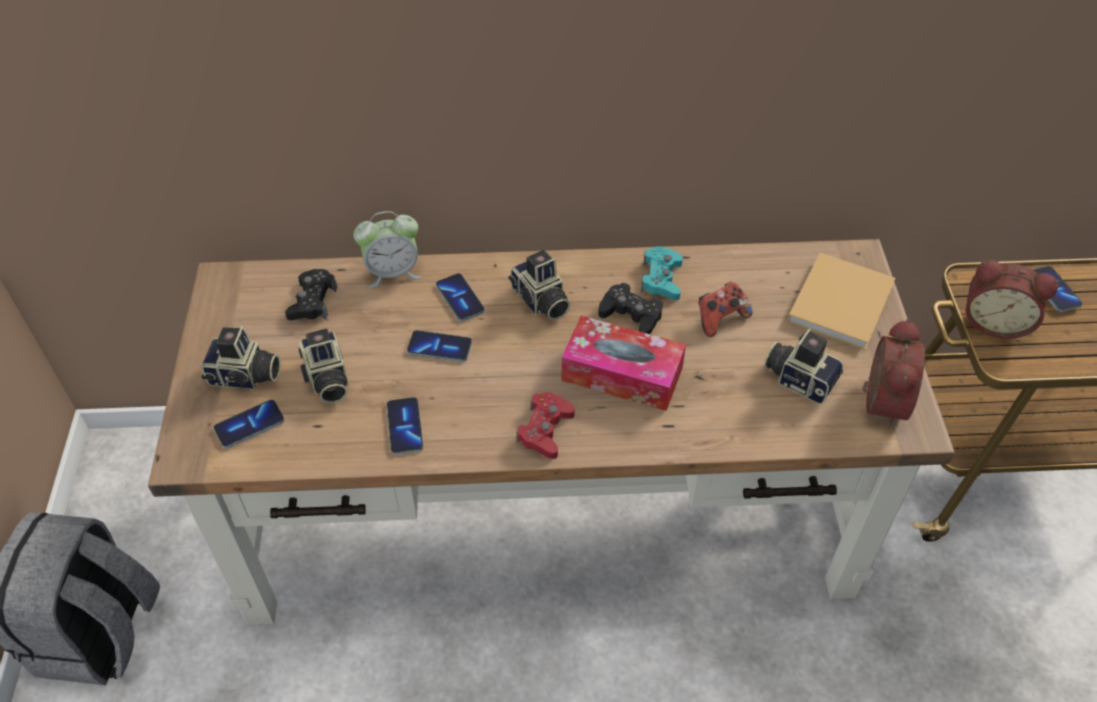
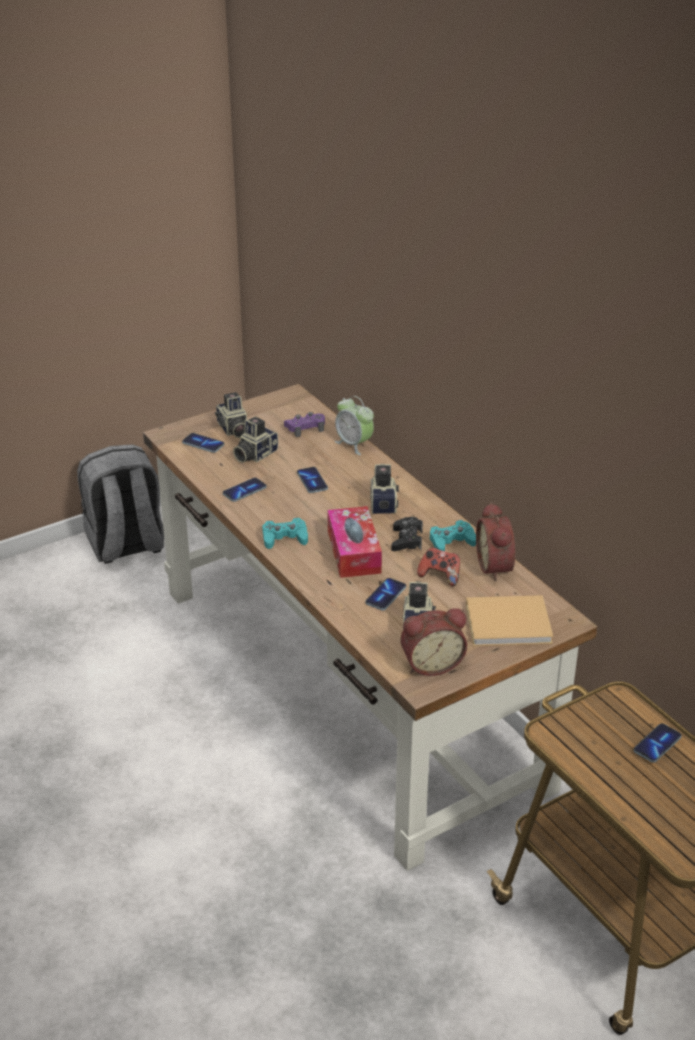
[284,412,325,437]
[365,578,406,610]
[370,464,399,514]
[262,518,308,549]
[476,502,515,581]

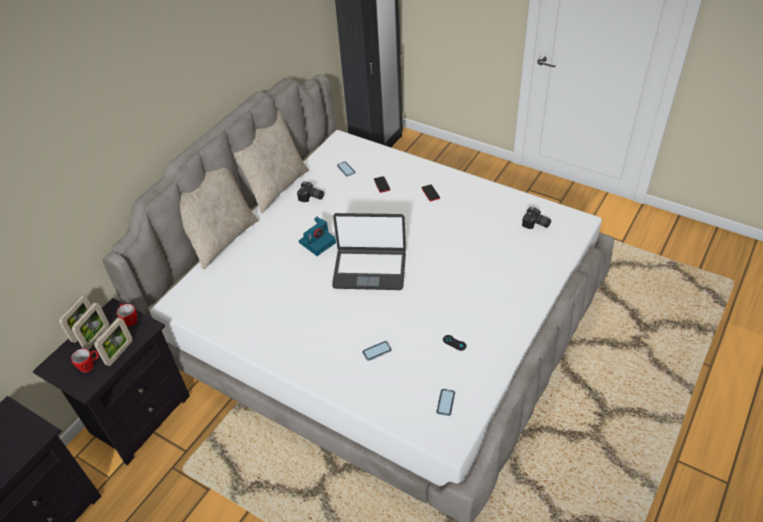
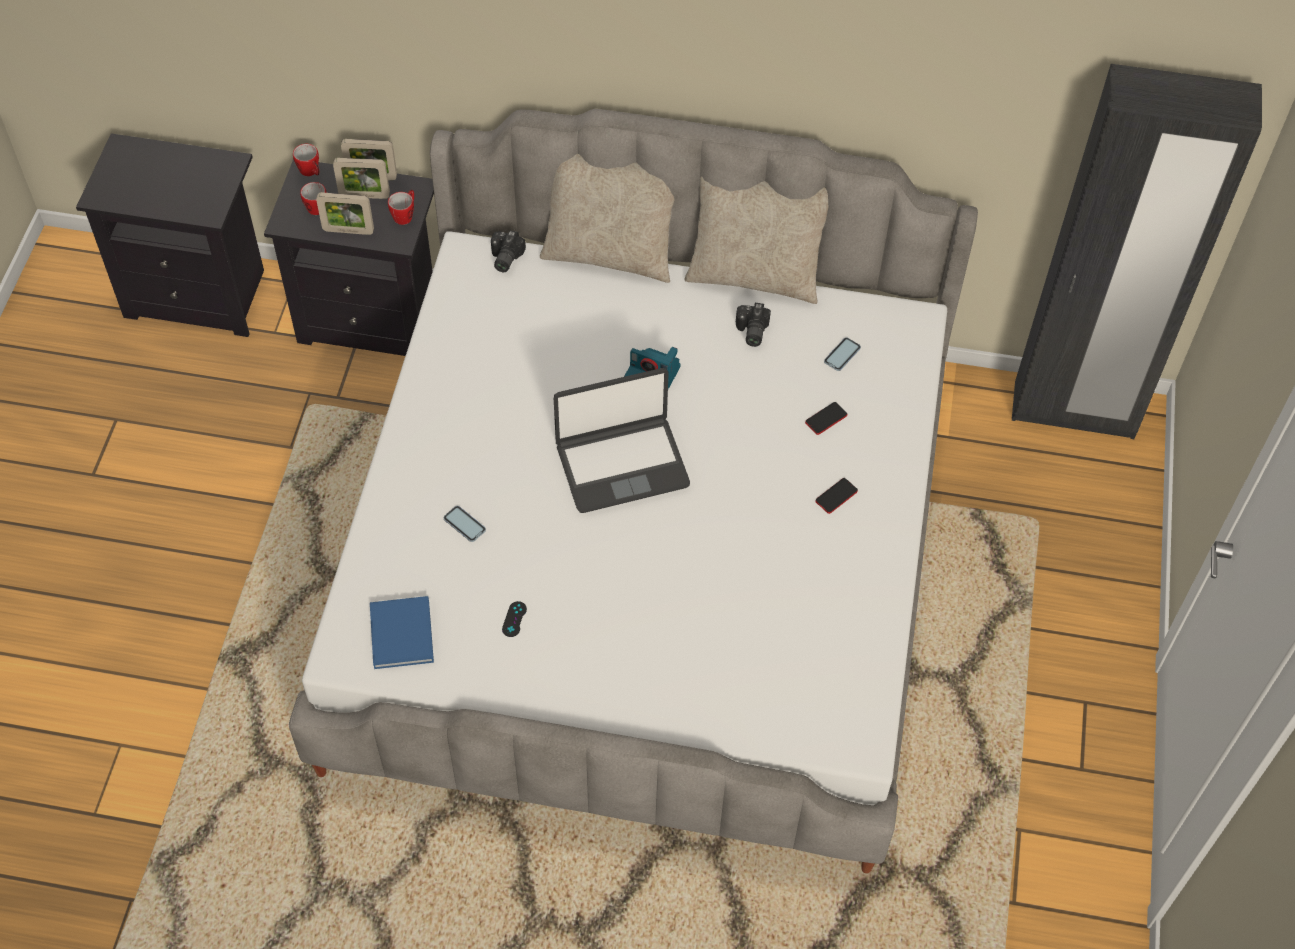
[554,368,690,513]
[370,596,434,669]
[491,230,526,272]
[293,144,320,176]

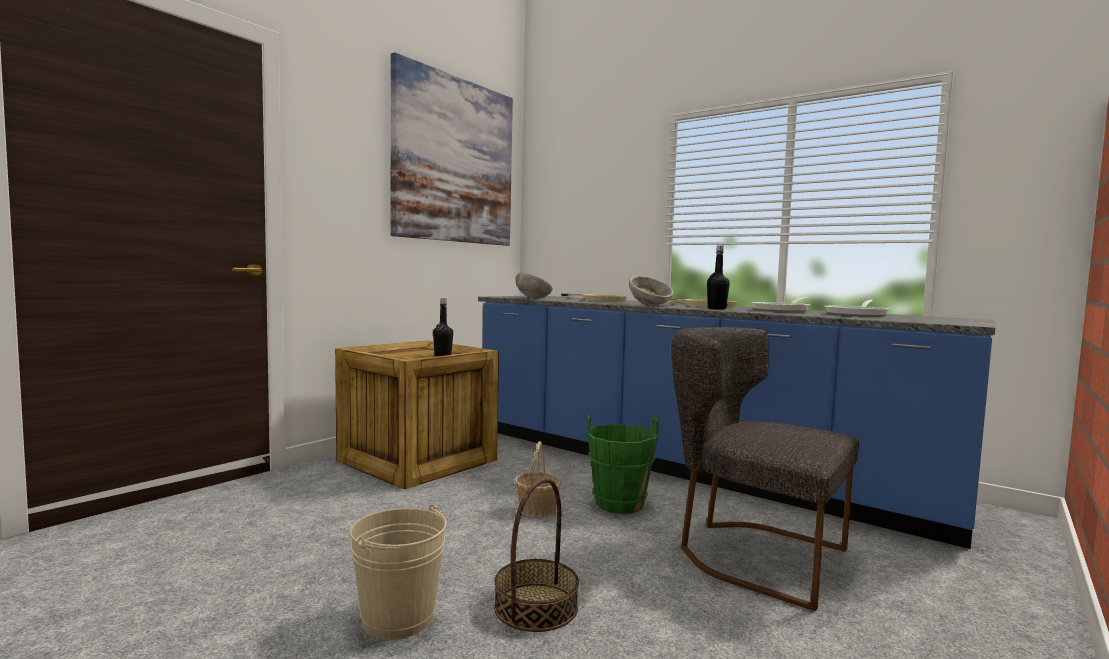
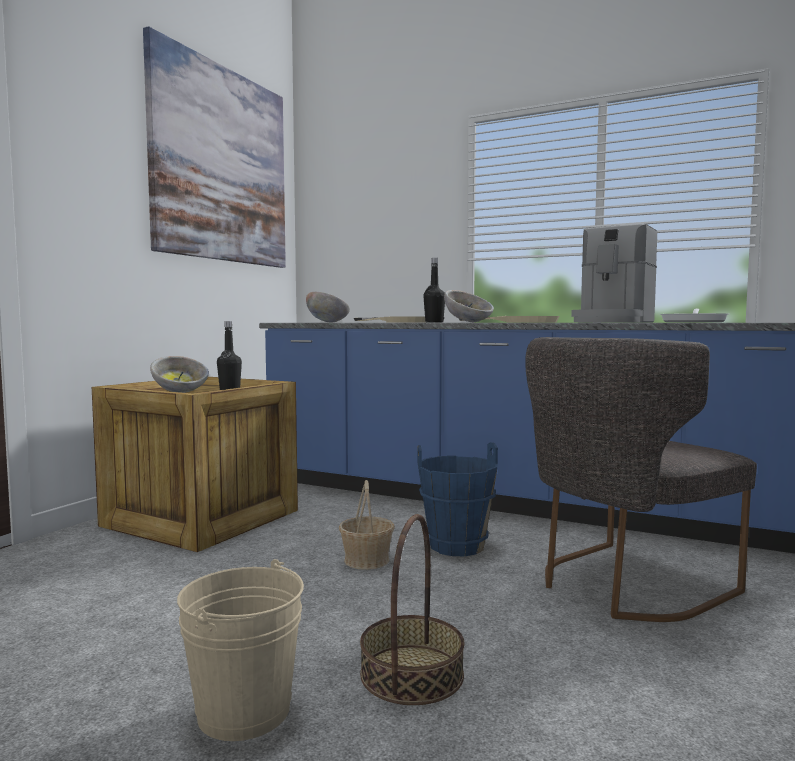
[418,442,498,556]
[525,337,757,622]
[423,258,445,322]
[571,223,657,322]
[150,356,209,393]

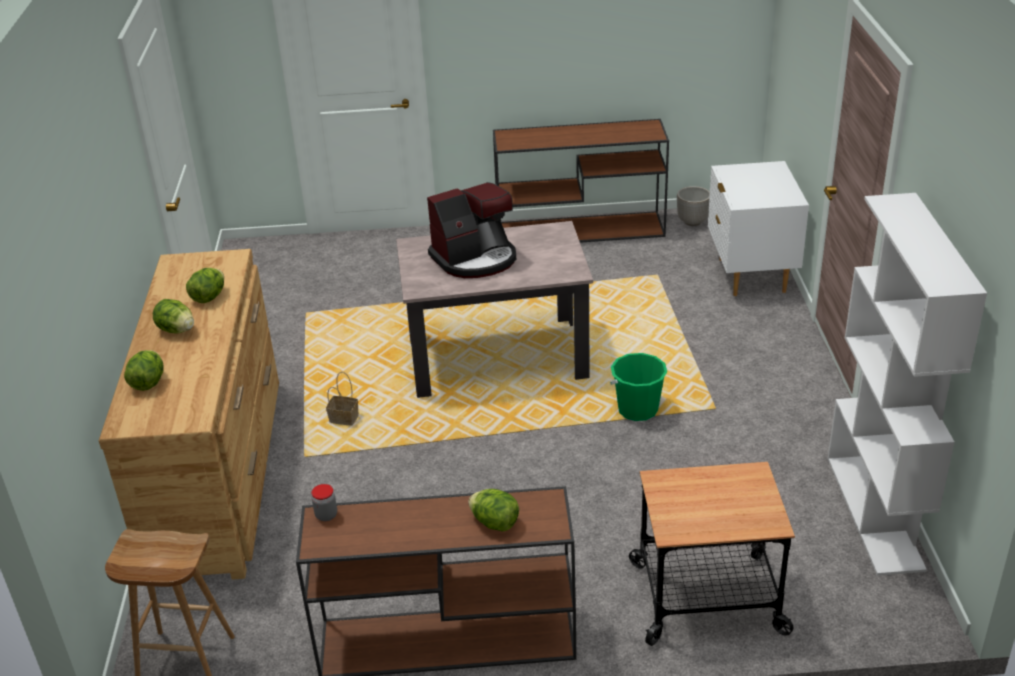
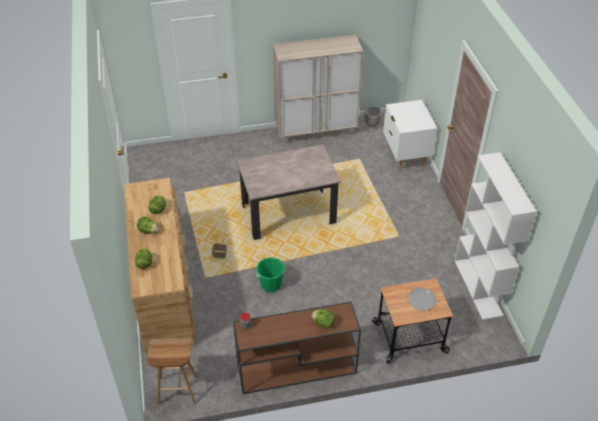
[427,182,516,278] (first image)
[273,35,364,144]
[256,257,285,292]
[408,288,437,310]

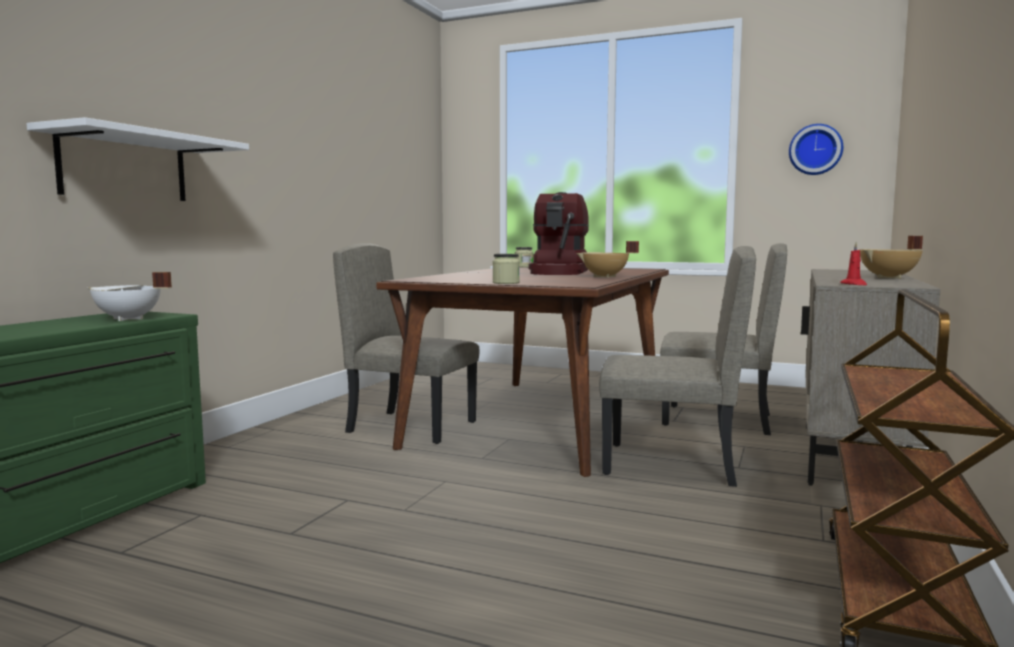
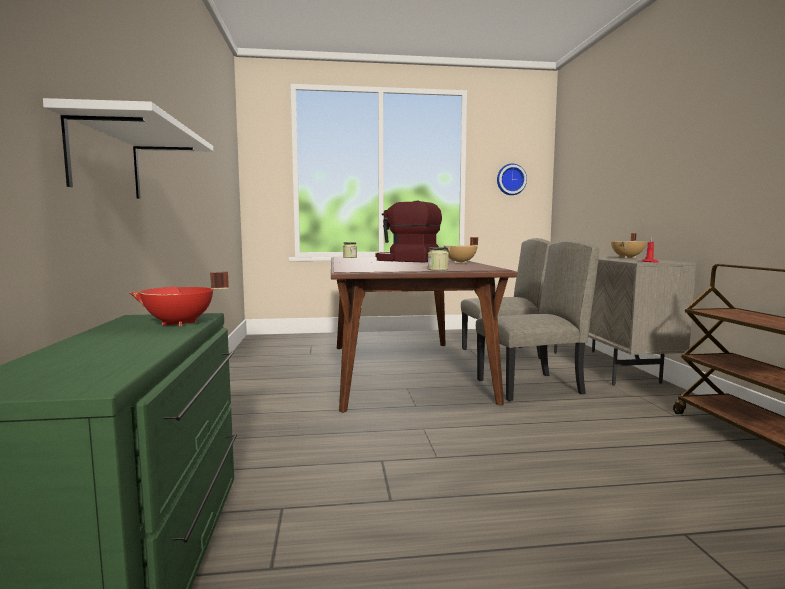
[129,271,229,327]
[333,243,479,444] (first image)
[376,201,442,263]

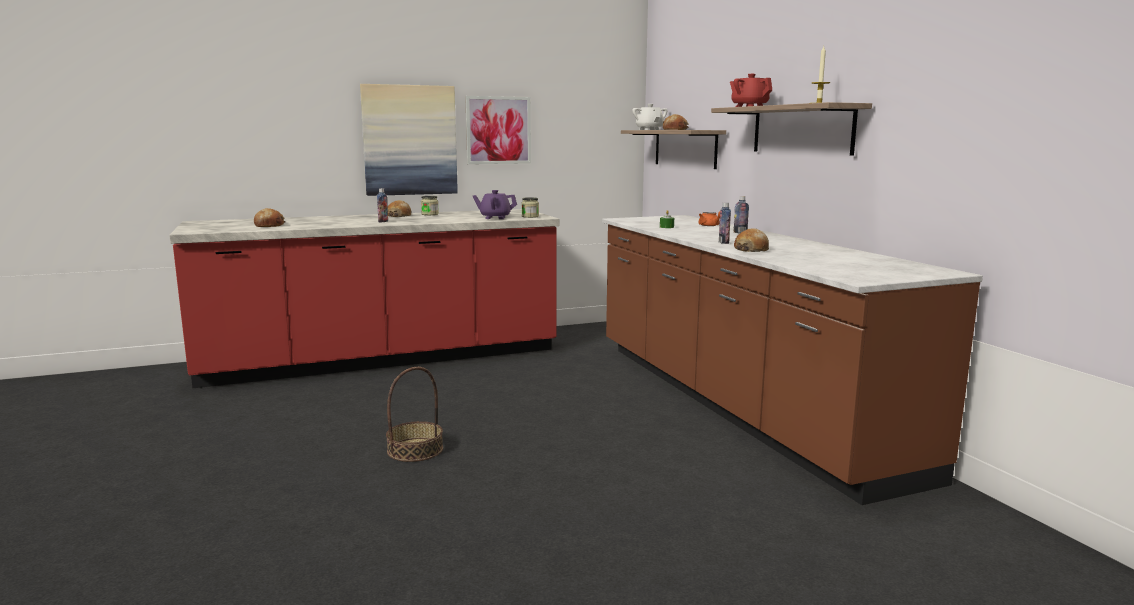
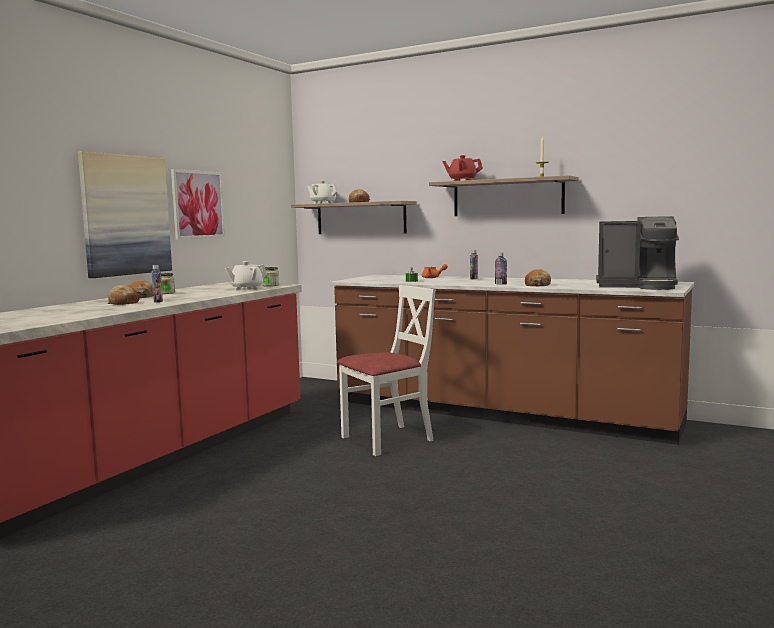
[108,285,140,305]
[386,367,443,462] (first image)
[225,261,267,291]
[337,285,436,456]
[596,216,679,290]

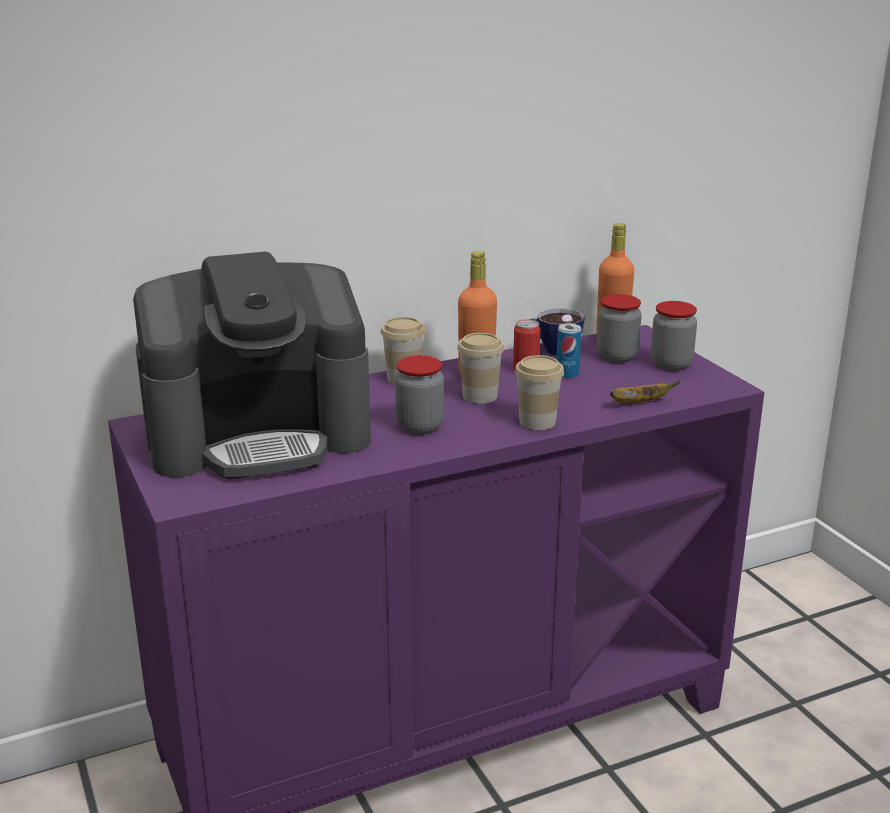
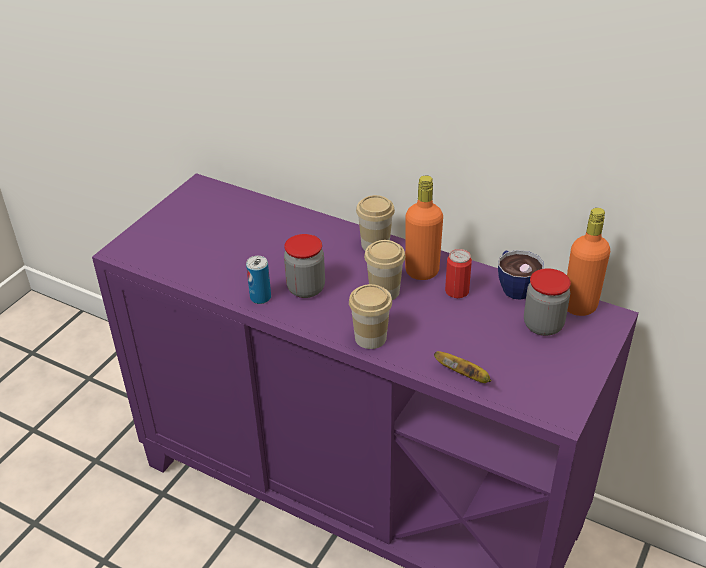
[133,251,371,479] (first image)
[246,256,271,304]
[651,301,697,371] (first image)

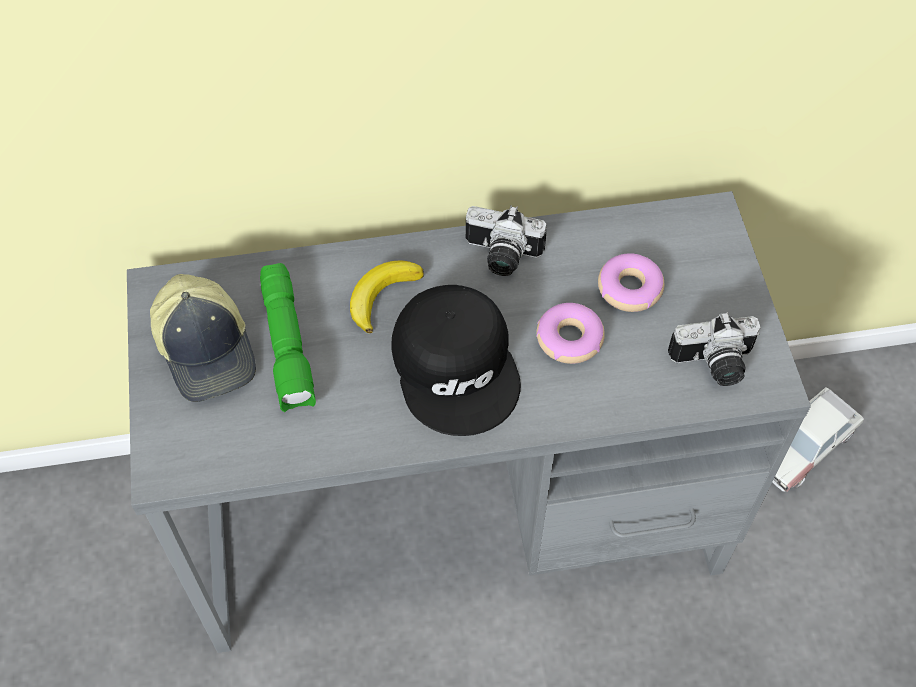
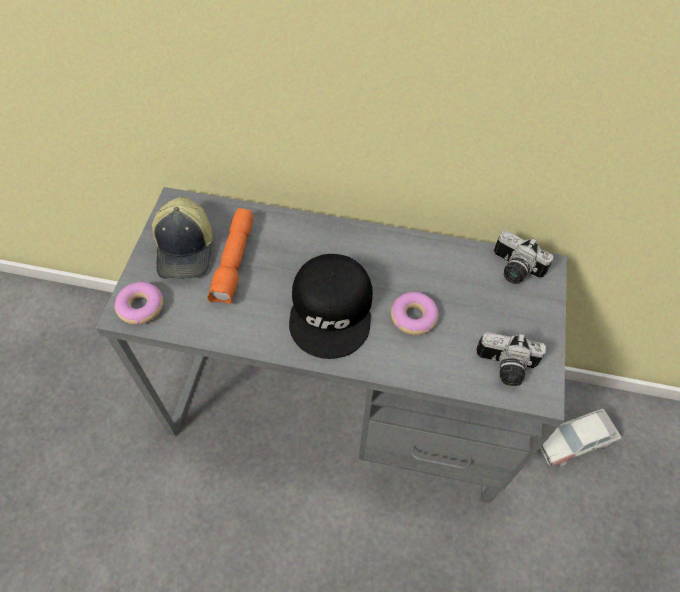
[208,208,253,305]
[350,260,424,333] (first image)
[494,231,554,284]
[114,282,163,325]

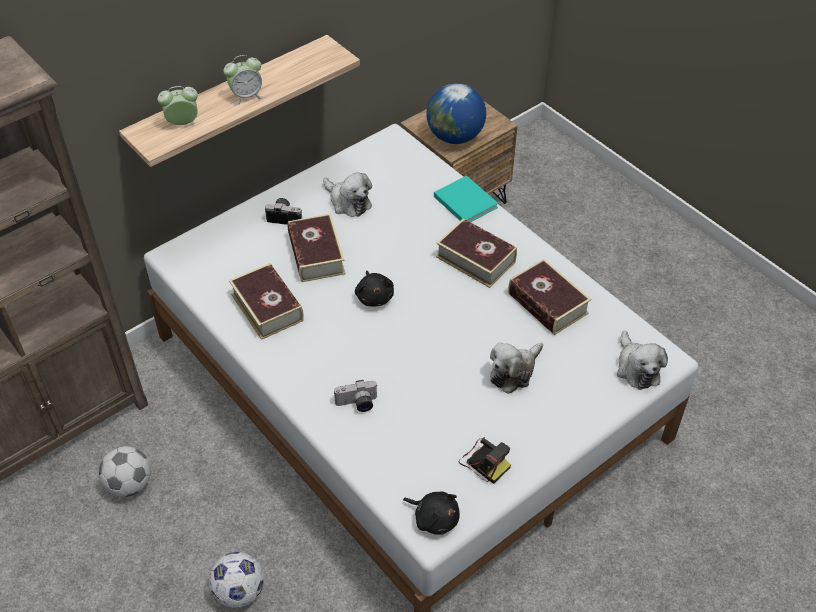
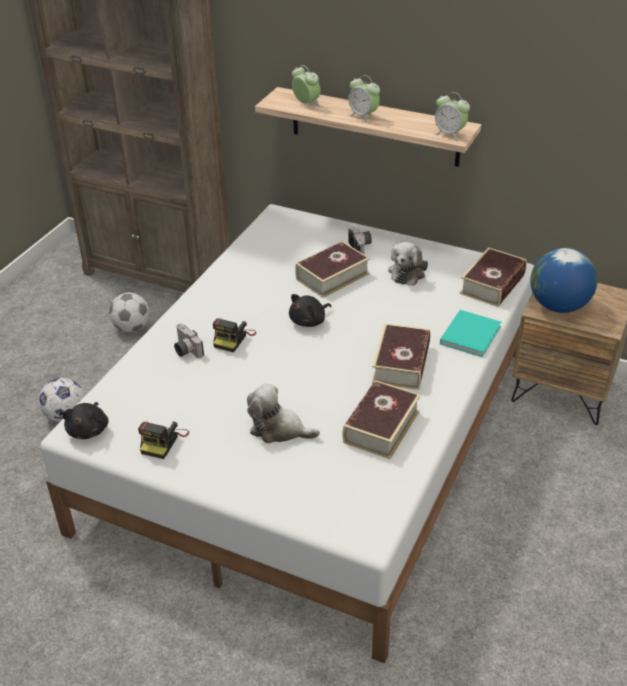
[460,247,527,307]
[617,331,668,390] (first image)
[213,318,256,353]
[433,92,470,141]

